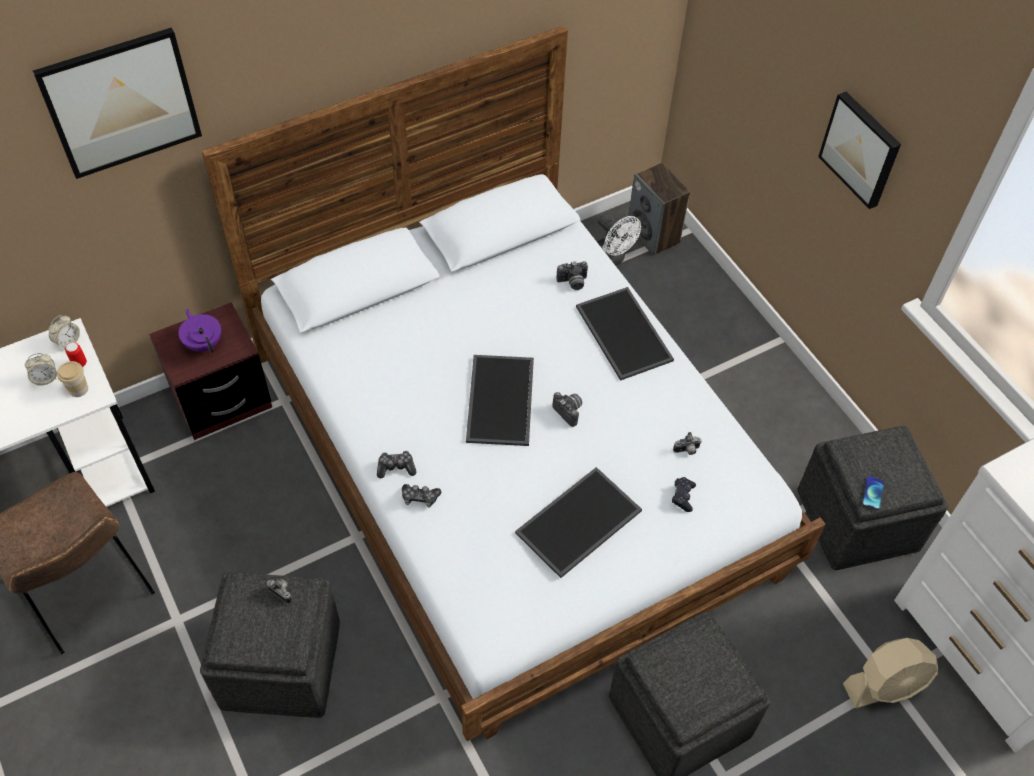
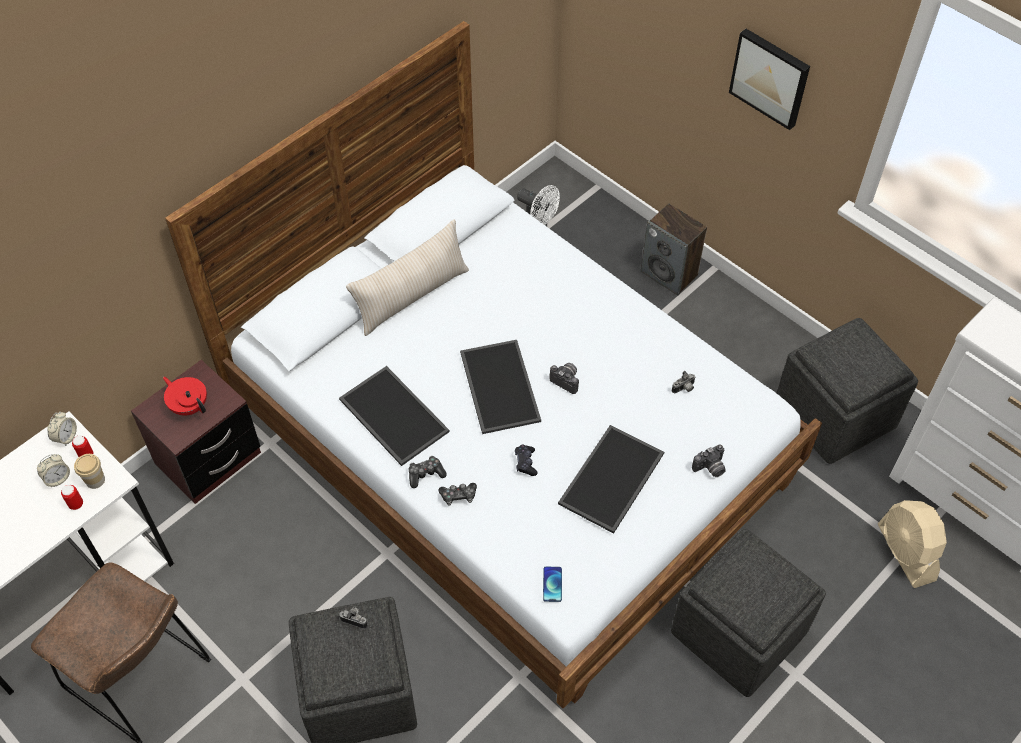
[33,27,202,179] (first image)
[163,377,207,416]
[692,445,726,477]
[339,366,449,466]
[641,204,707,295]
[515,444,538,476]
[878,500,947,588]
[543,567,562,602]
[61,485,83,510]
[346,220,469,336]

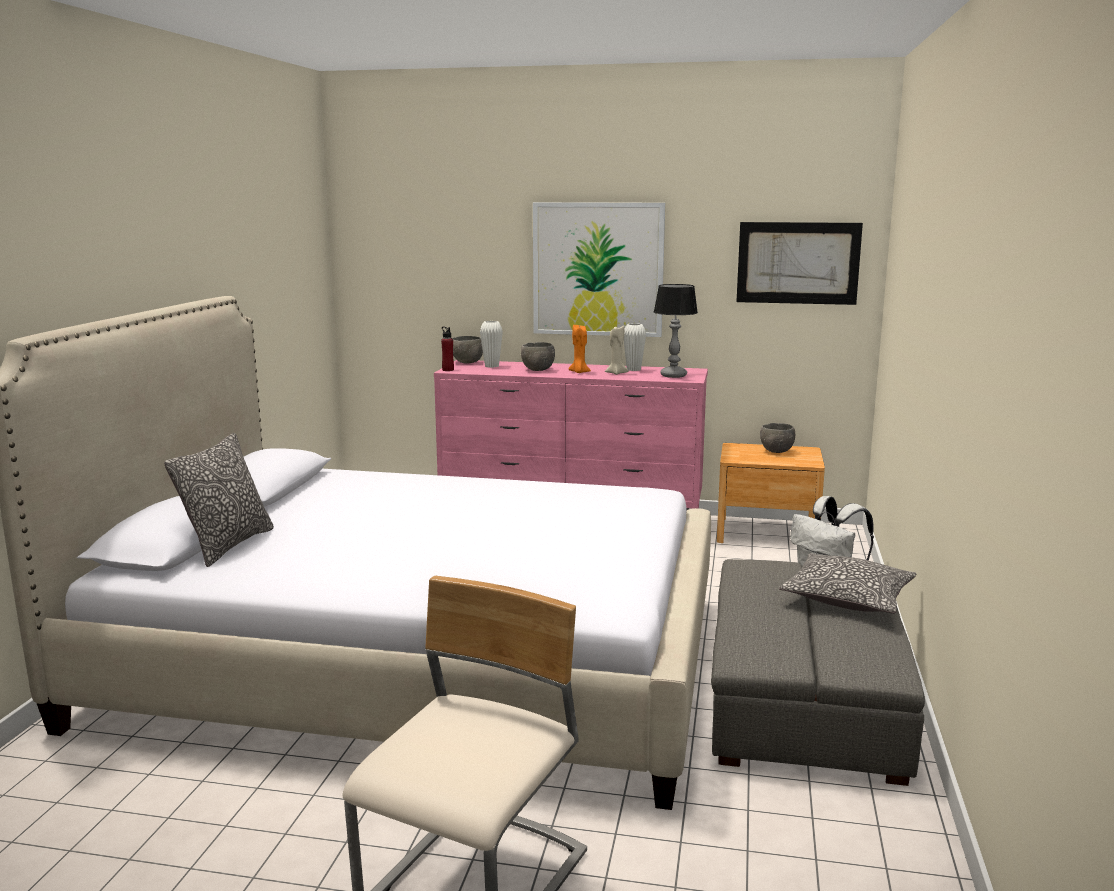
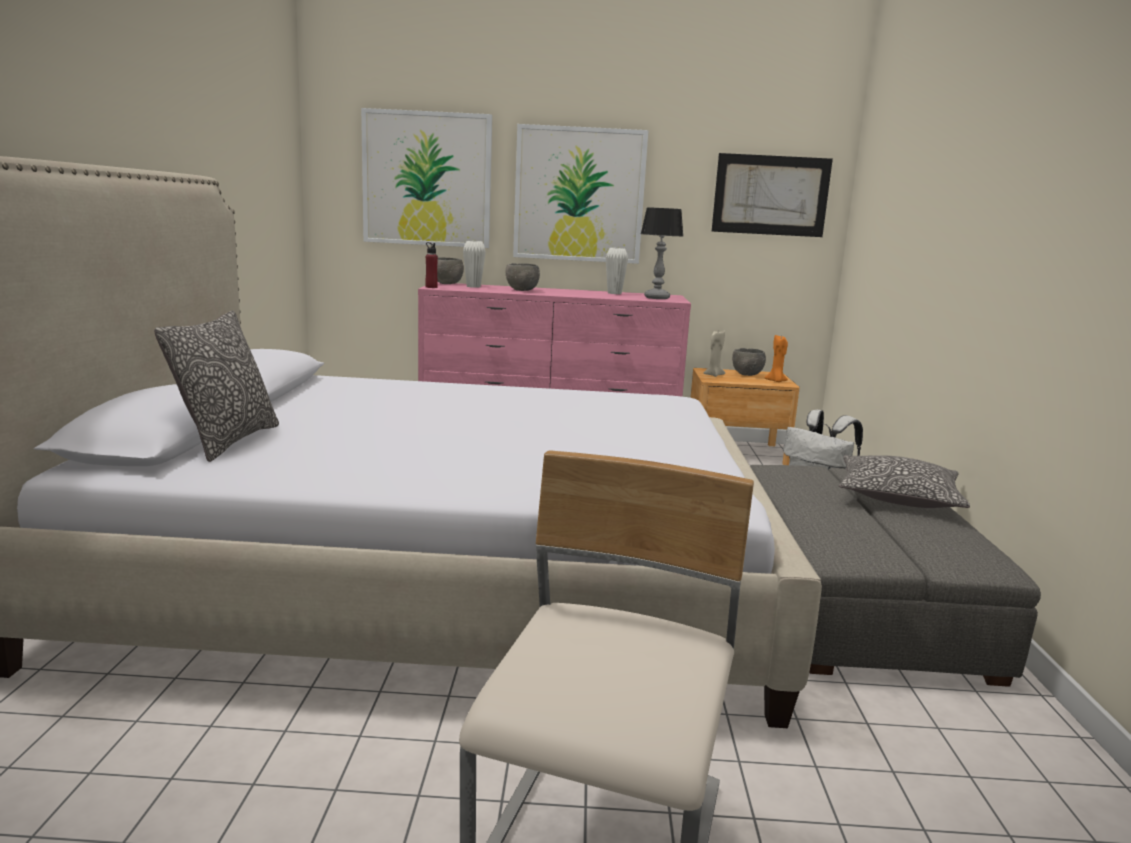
[765,335,788,382]
[704,330,725,377]
[361,108,492,248]

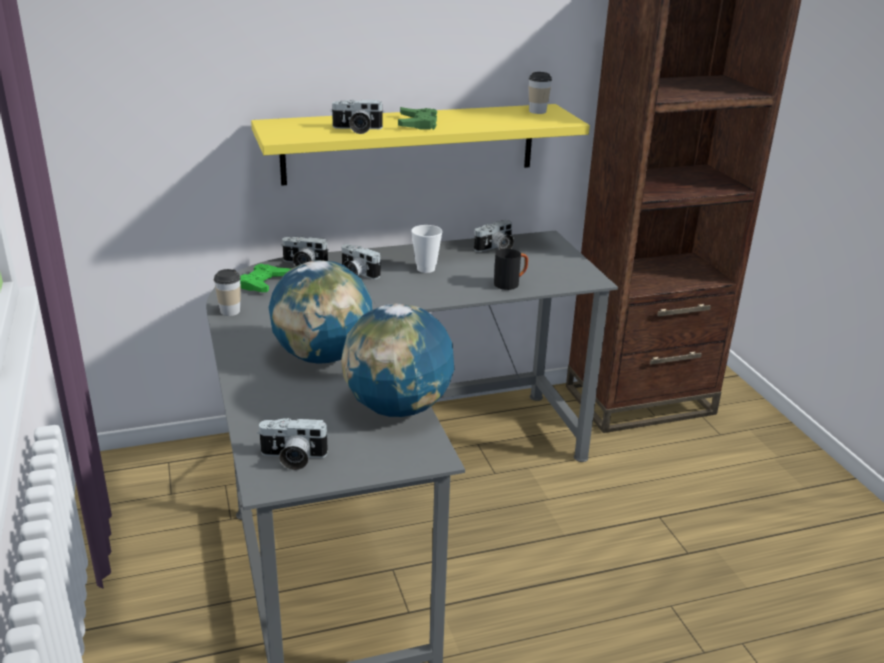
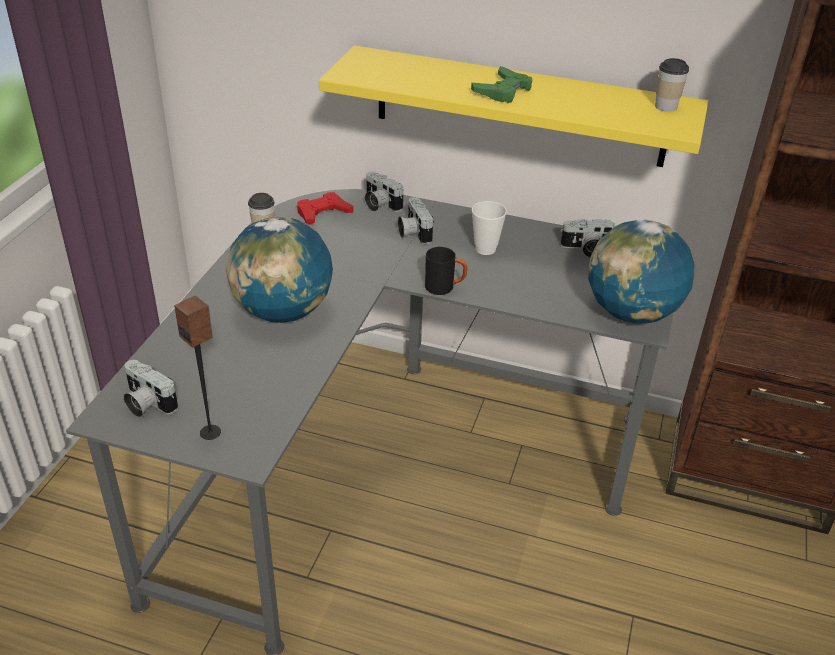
[297,192,353,225]
[330,100,384,134] (first image)
[588,220,694,323]
[425,247,467,295]
[174,296,221,440]

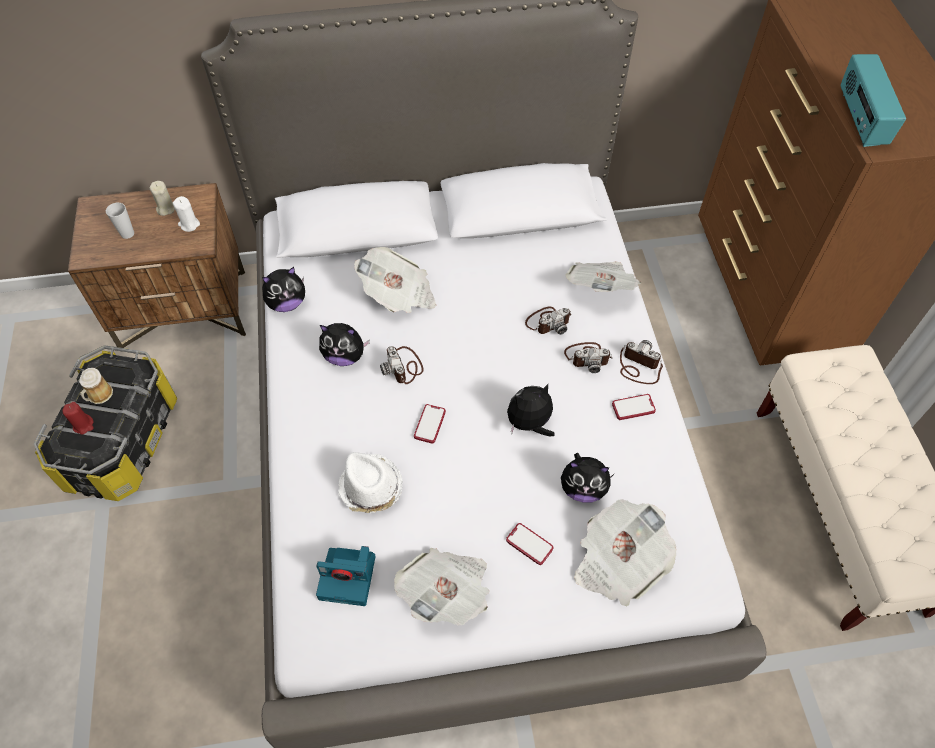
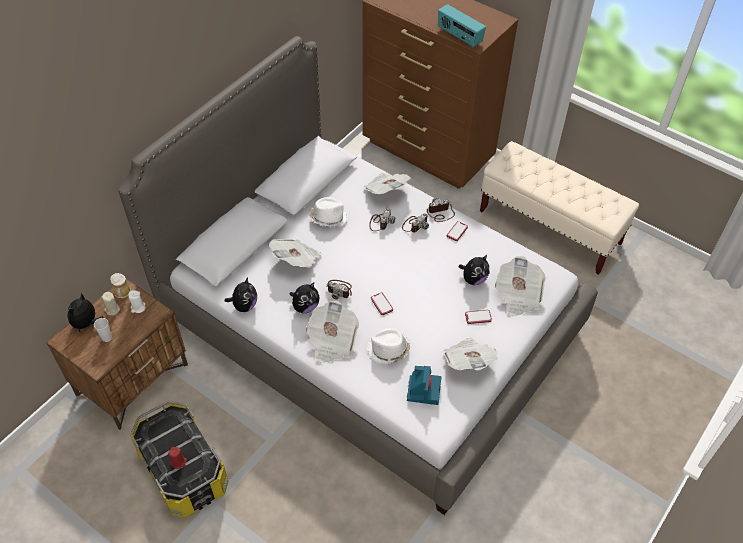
[110,273,131,298]
[407,366,441,405]
[67,293,104,333]
[306,301,359,363]
[309,197,347,227]

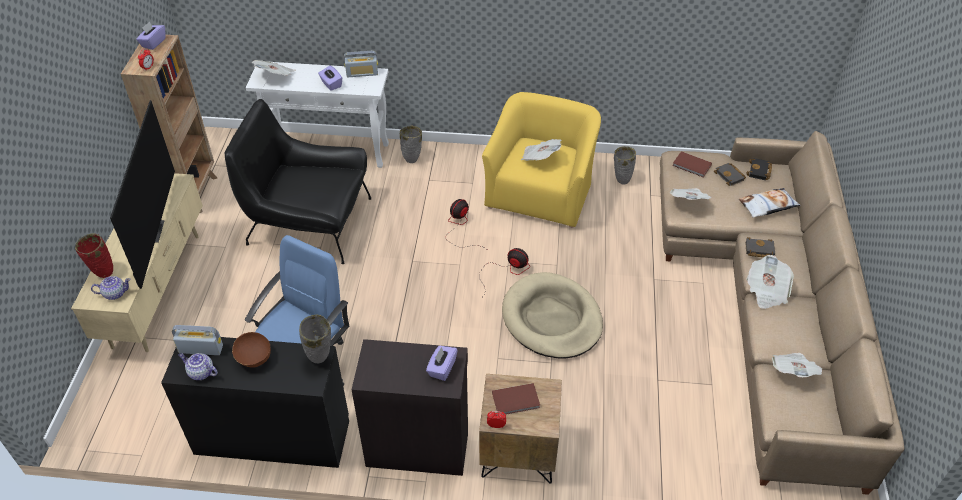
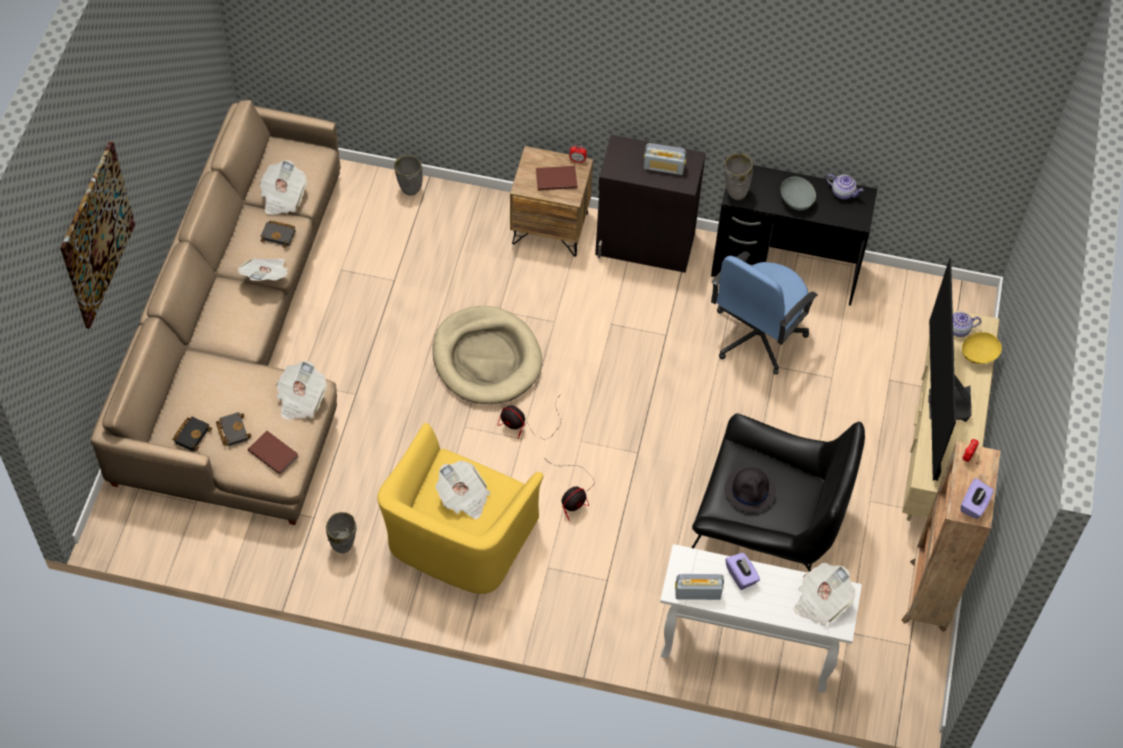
[962,332,1002,364]
[644,143,686,175]
[781,177,816,211]
[394,155,423,196]
[426,346,458,381] (first image)
[738,188,800,218] (first image)
[260,220,296,248]
[60,141,135,329]
[725,468,776,513]

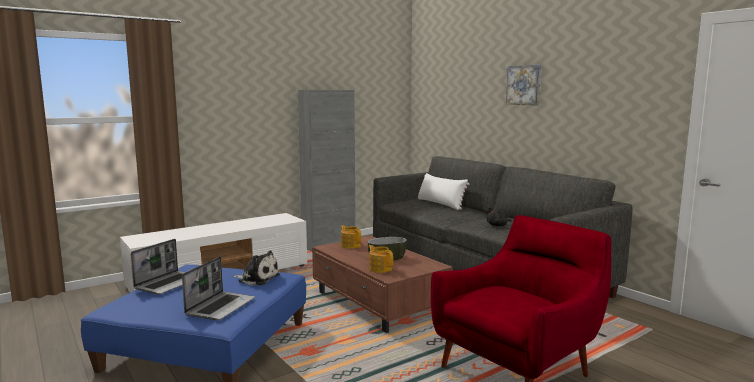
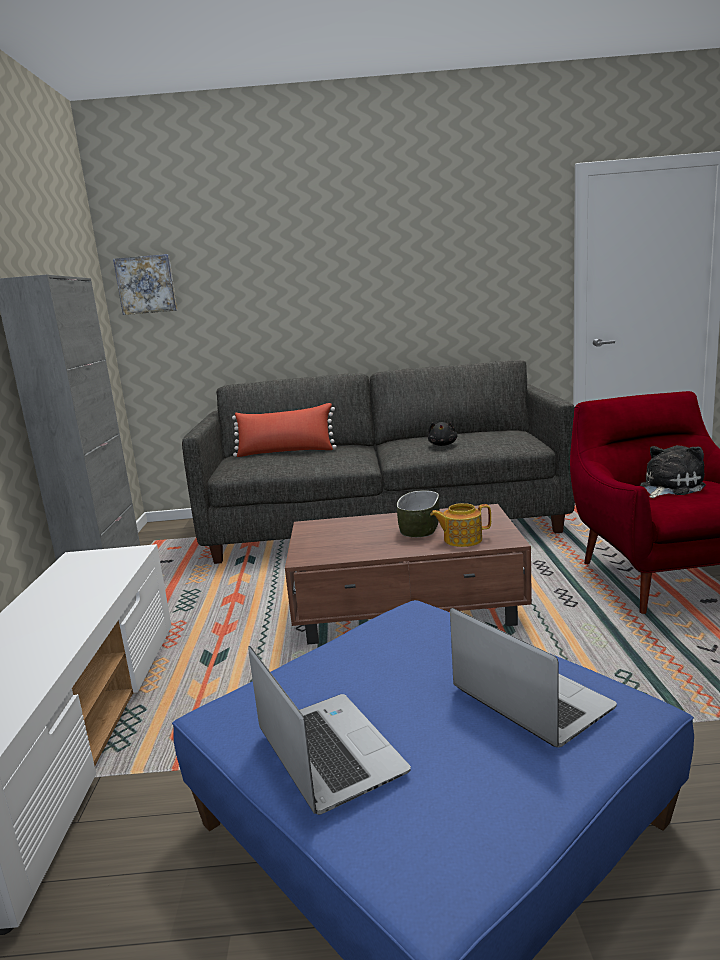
[640,445,706,498]
[341,225,361,249] (first image)
[232,403,337,457]
[113,254,177,315]

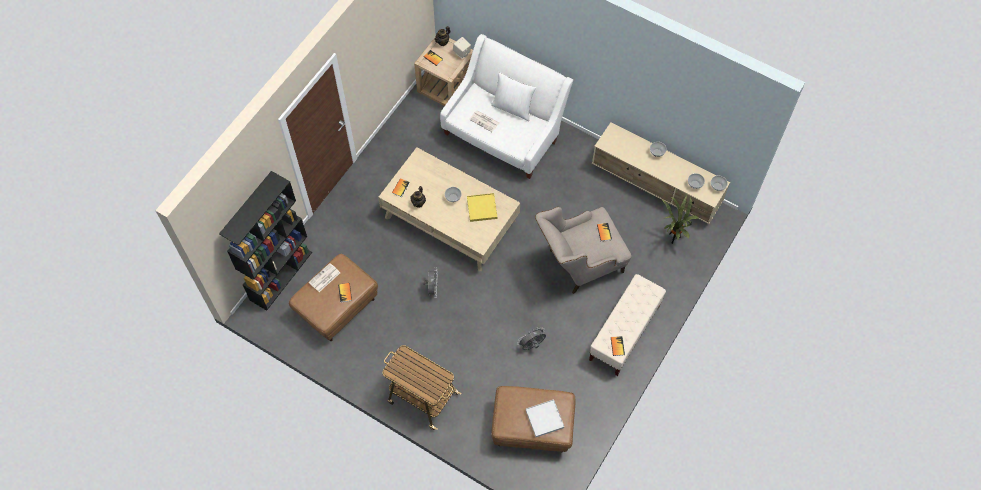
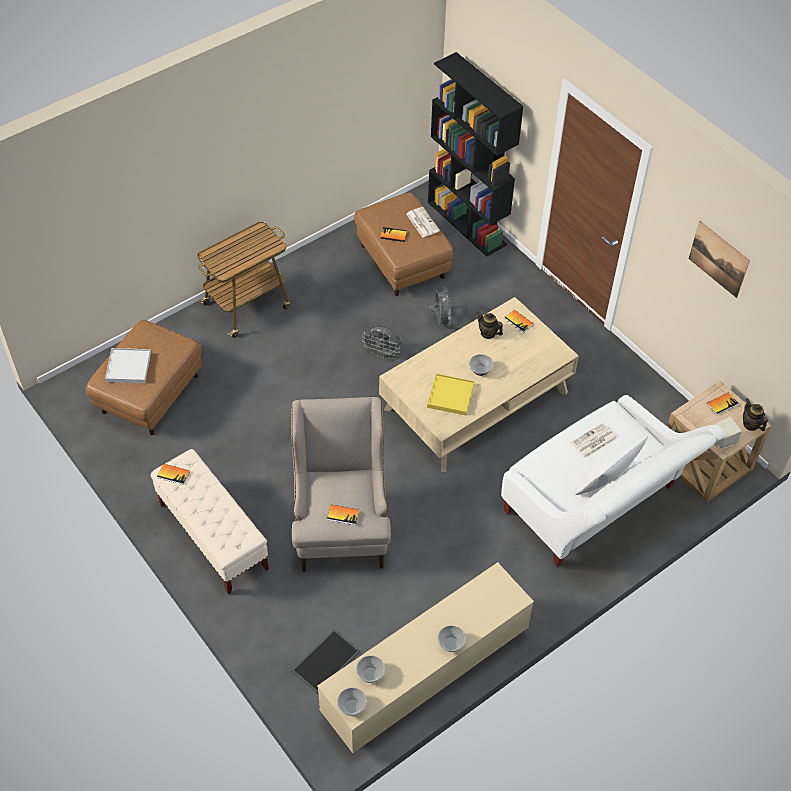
[430,287,451,326]
[291,629,360,694]
[689,221,750,298]

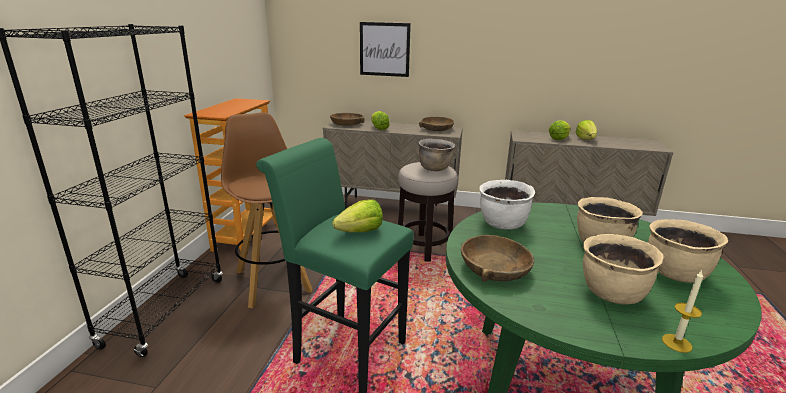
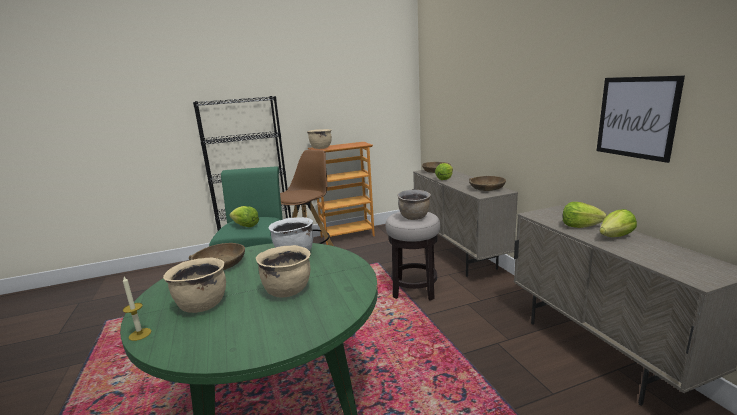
[597,76,685,163]
[307,129,332,149]

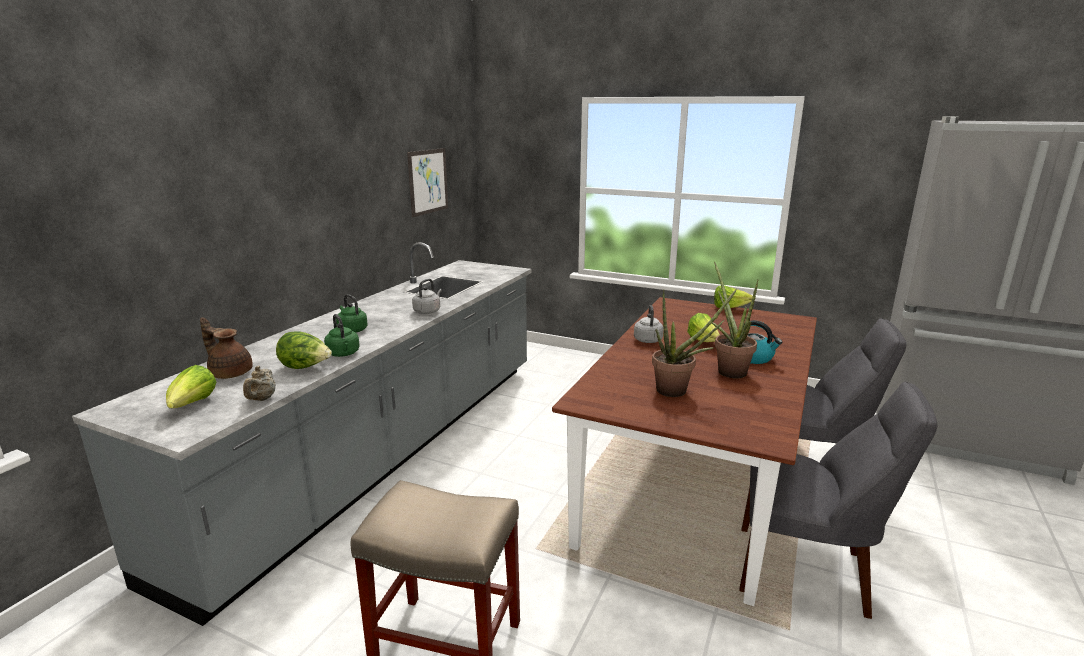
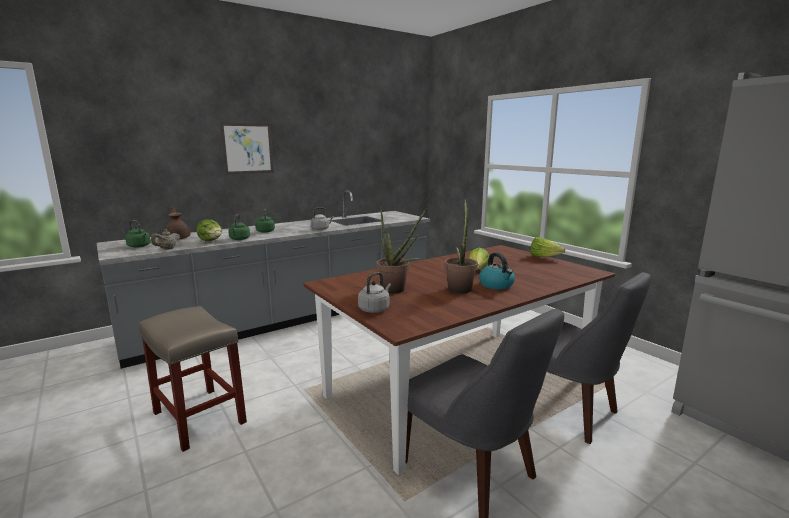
[125,220,151,248]
[220,122,274,175]
[358,272,391,313]

